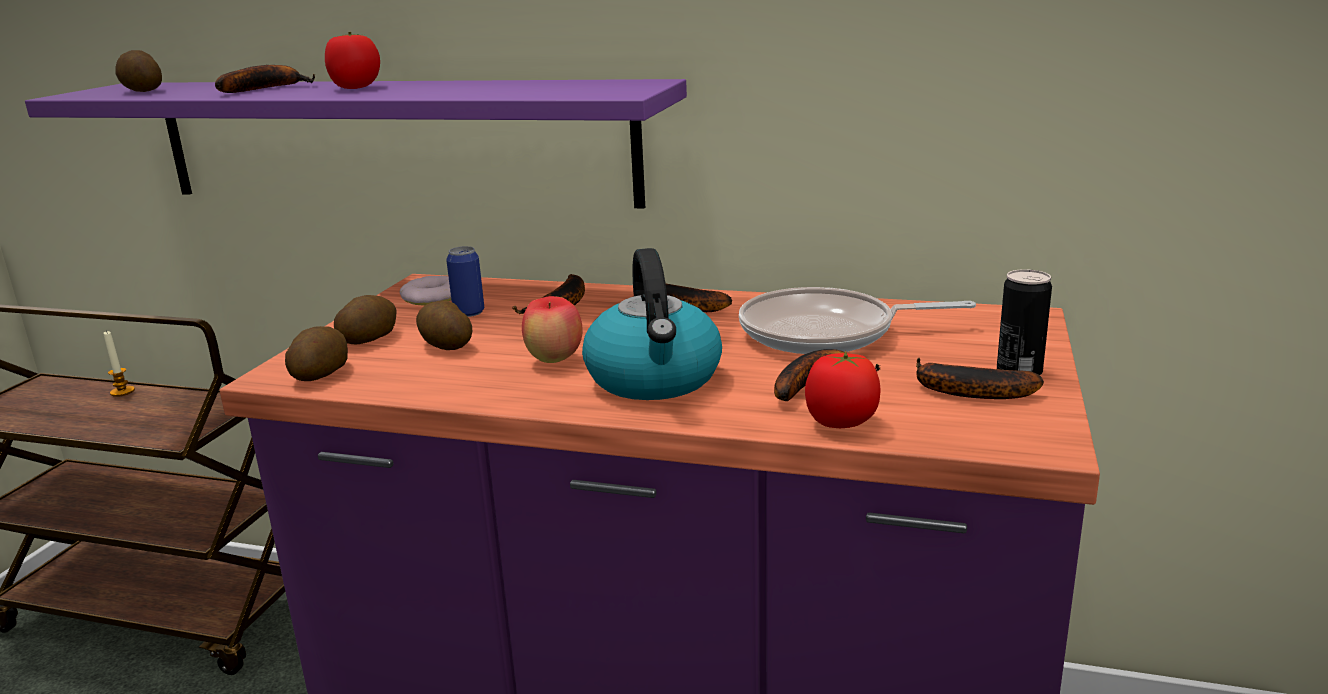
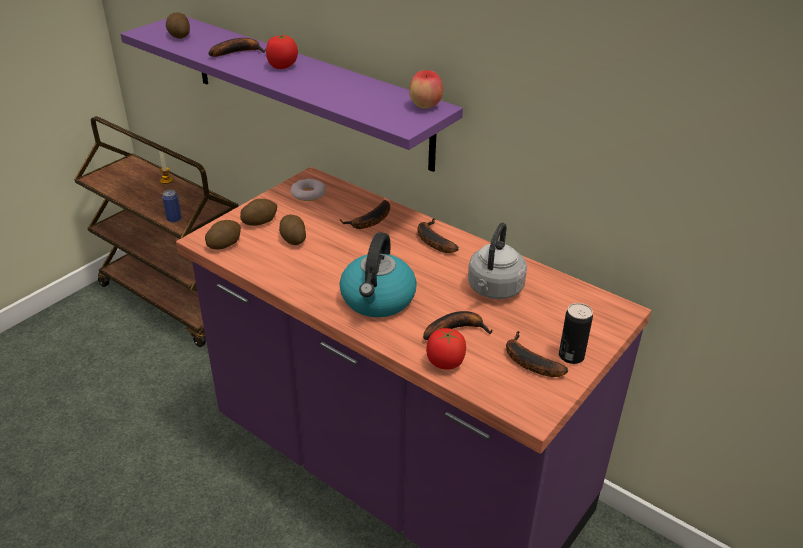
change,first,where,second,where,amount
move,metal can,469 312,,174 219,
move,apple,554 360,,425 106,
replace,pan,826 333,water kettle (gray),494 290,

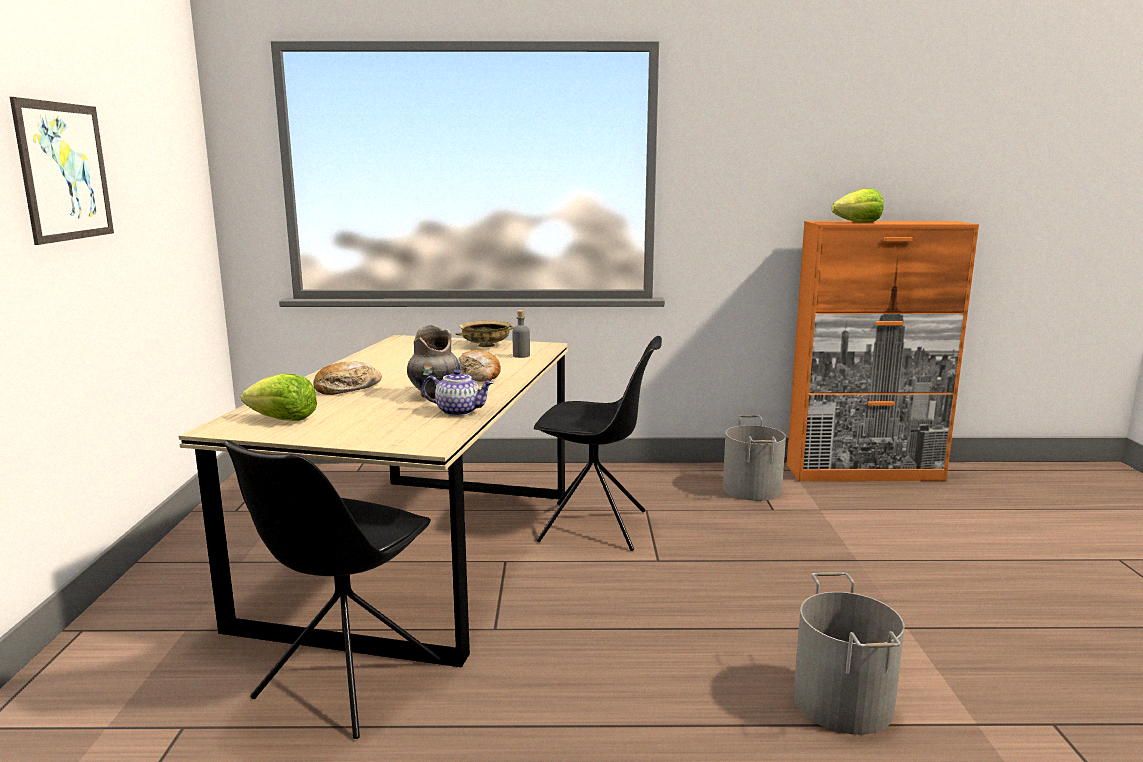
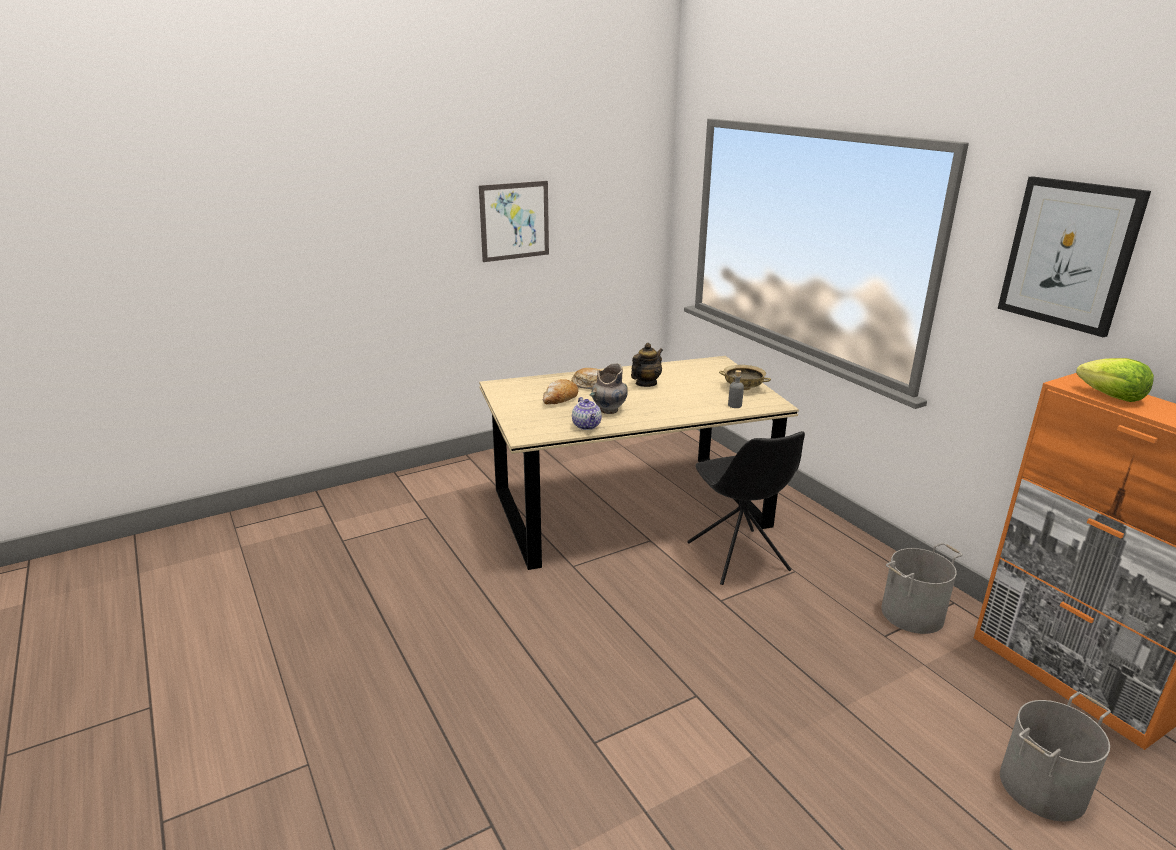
change,first,where,second,where,amount
delete,chair (blackish),347 682,,,
delete,lettuce head,283 419,,,
move,bakery bread,479 376,,560 399,
move,water bucket (gray),844 702,,1043 788,
insert,,,teapot,645 383,
insert,,,picture,1069 254,

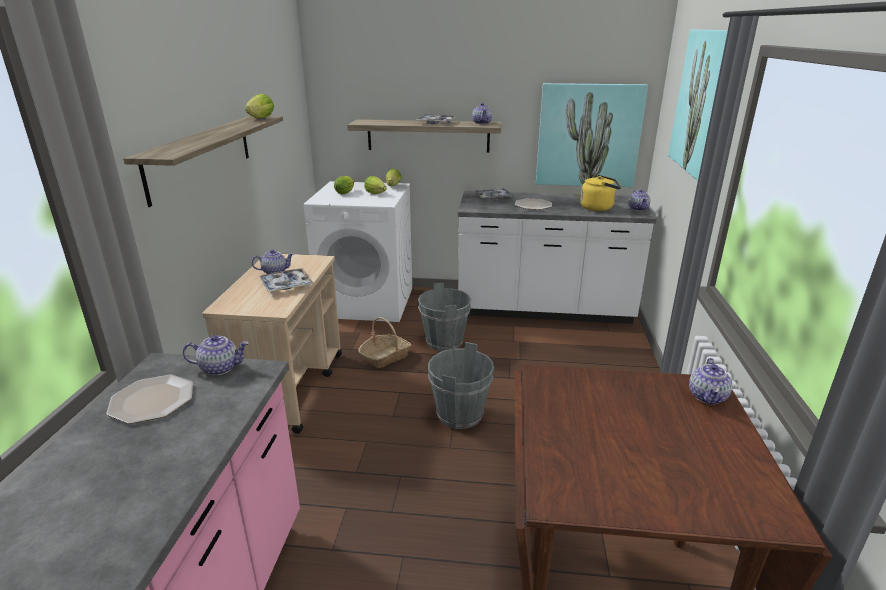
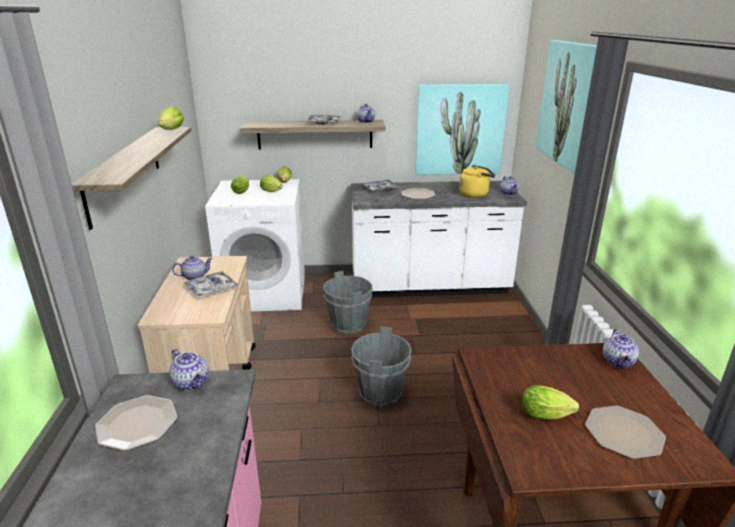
change,first,where,second,where,amount
rotate,teapot,220 368,,191 383,60 degrees clockwise
delete,household basket,385 357,,,
insert,,,lettuce head,548 415,
insert,,,dinner plate,624 432,

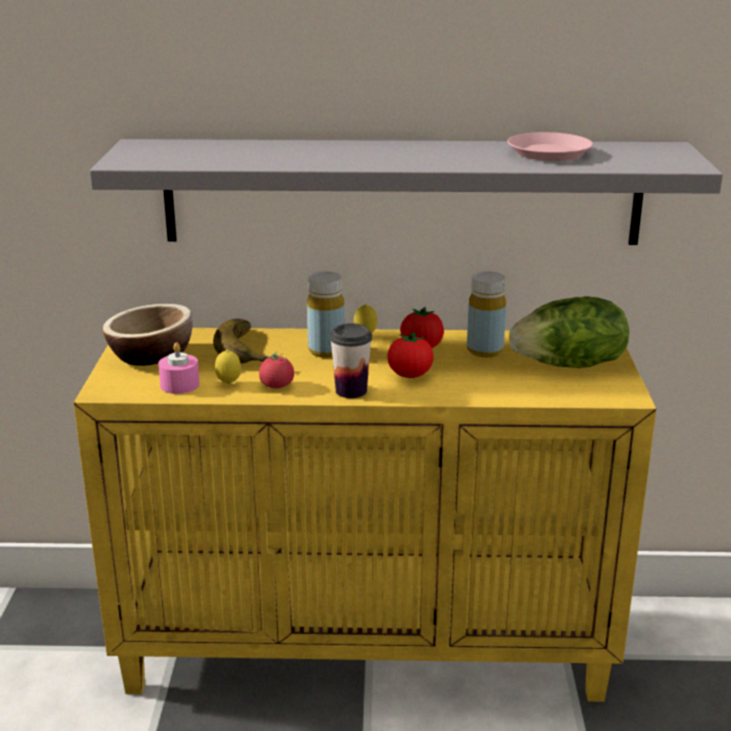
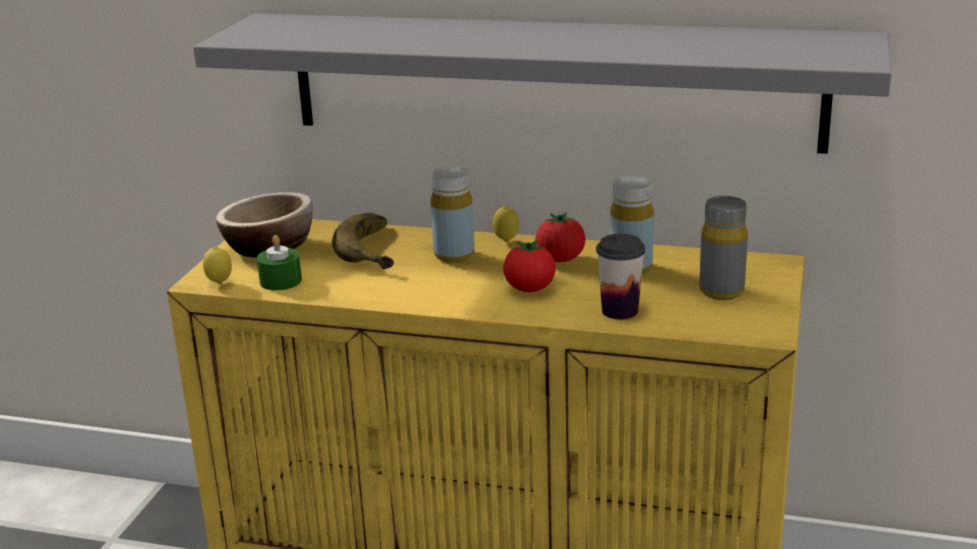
change,first,where,second,where,amount
recolor,wax light (pink-coloured),180 385,wax light (green),280 281,
move,citrus fruit,229 384,,219 283,
delete,tomato,277 386,,,
move,cup,351 391,,620 311,
delete,dinner plate (pink-coloured),549 153,,,
replace,lettuce head,570 365,drink bottle (gray),721 291,

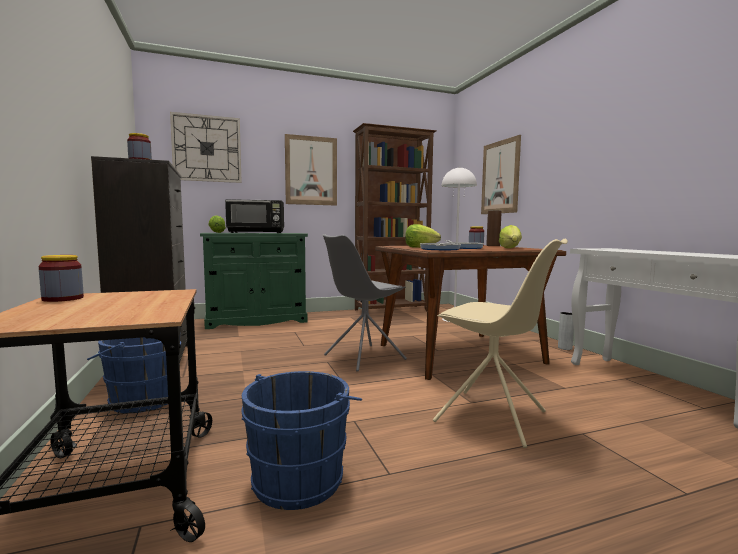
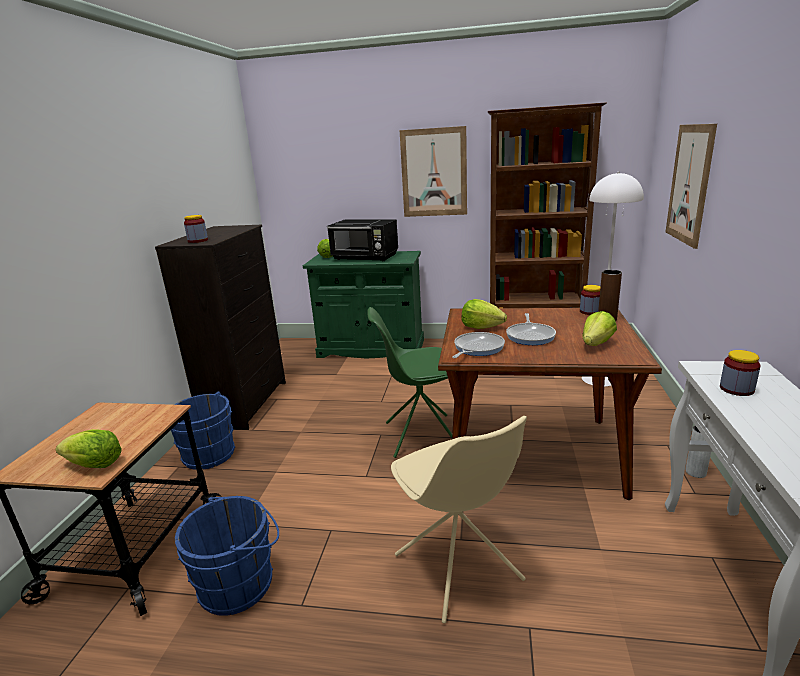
change,first,where,second,where,amount
move,jar,63 298,,736 389,
delete,clock on the wall,207 148,,,
recolor,chair (gray),363 357,chair (green),420 435,
insert,,,lettuce head,94 465,

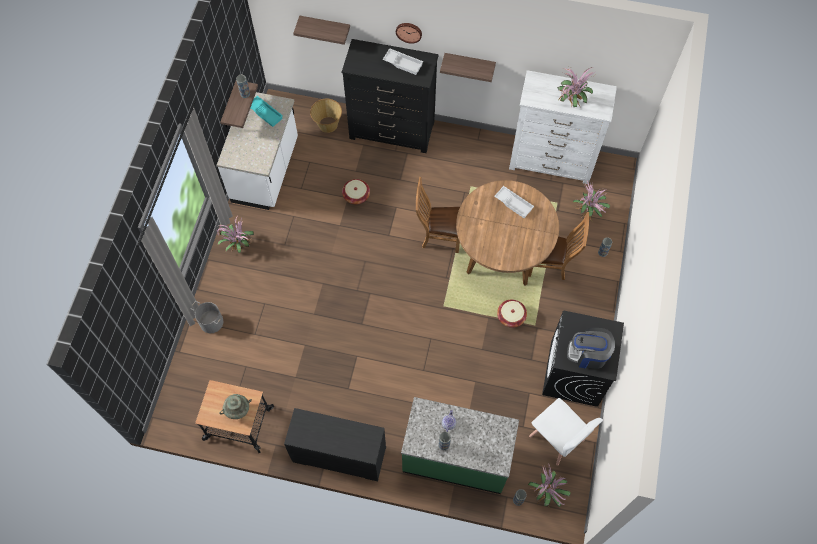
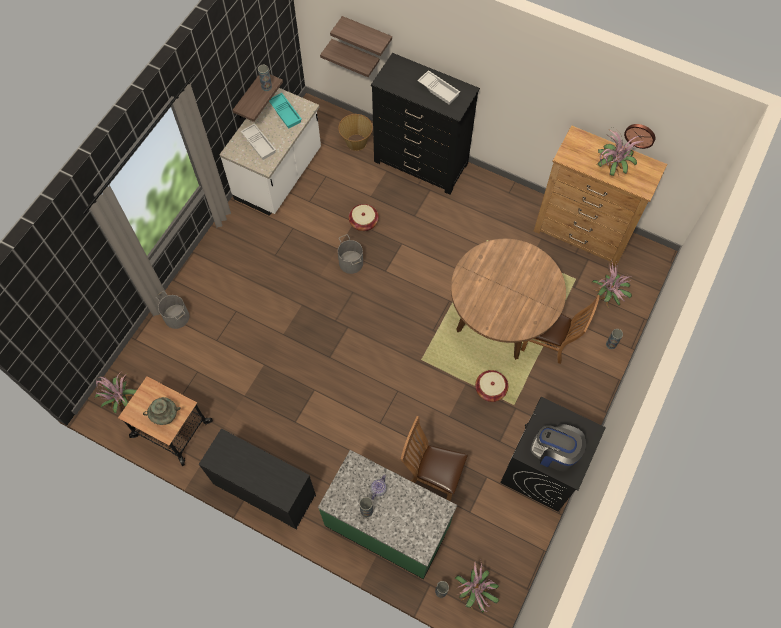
change,first,where,second,where,amount
move,houseplant,238 245,,121 400,
move,clock on the wall,409 32,,640 135,
move,chair (brownish),438 236,,431 475,
move,wall shelf,469 63,,355 55,
move,serving tray (white-coloured),514 203,,259 143,
recolor,dresser (white-coloured),551 160,dresser (brownish),582 232,
delete,chair (white-coloured),556 438,,,
insert,,,water bucket (gray),351 262,

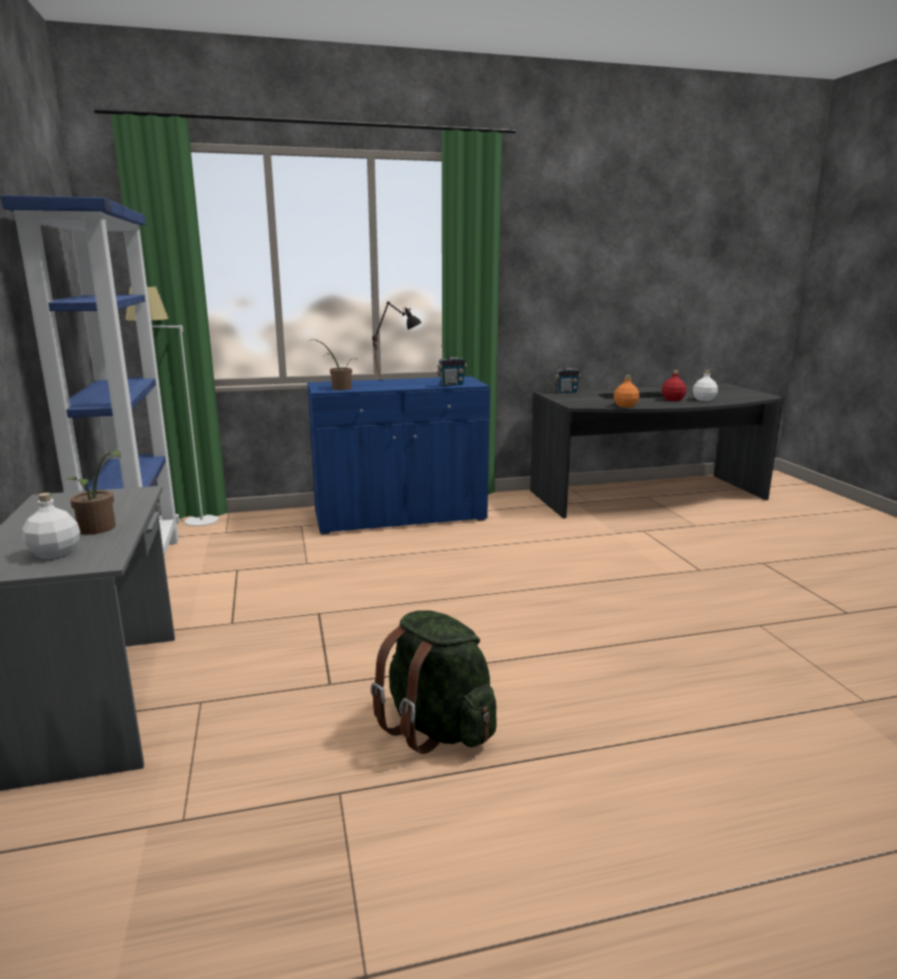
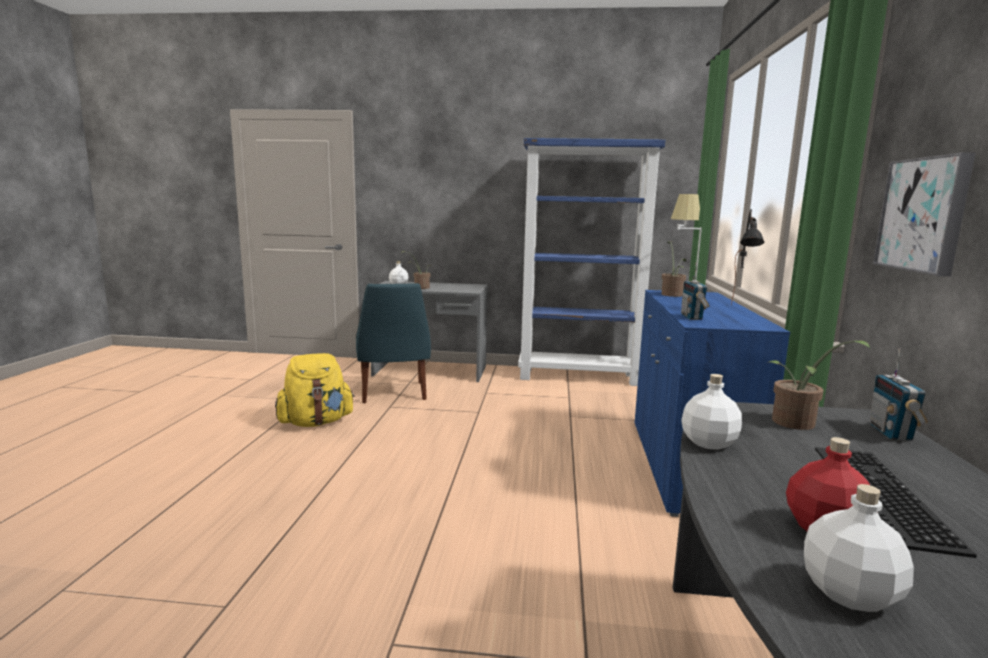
change,first,where,second,where,amount
recolor,knapsack (green),437 728,knapsack (yellow-coloured),316 422,
recolor,drink bottle (orangey),626 406,drink bottle (white-coloured),708 443,
insert,,,chair (blue-coloured),393 393,
insert,,,houseplant,797 424,
insert,,,picture,924 214,

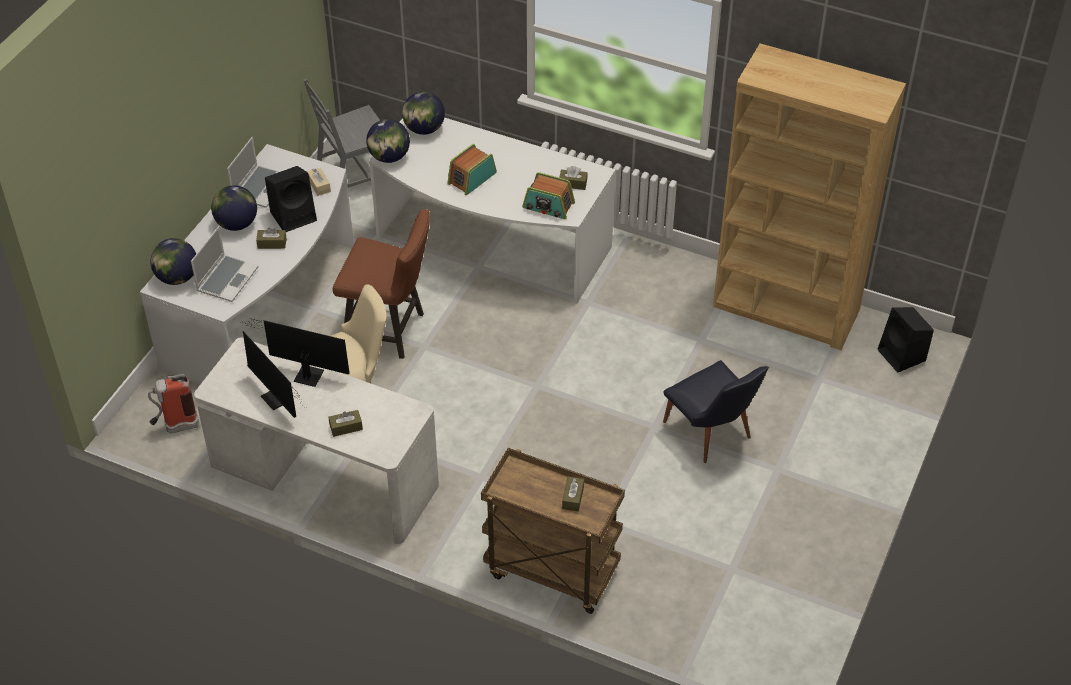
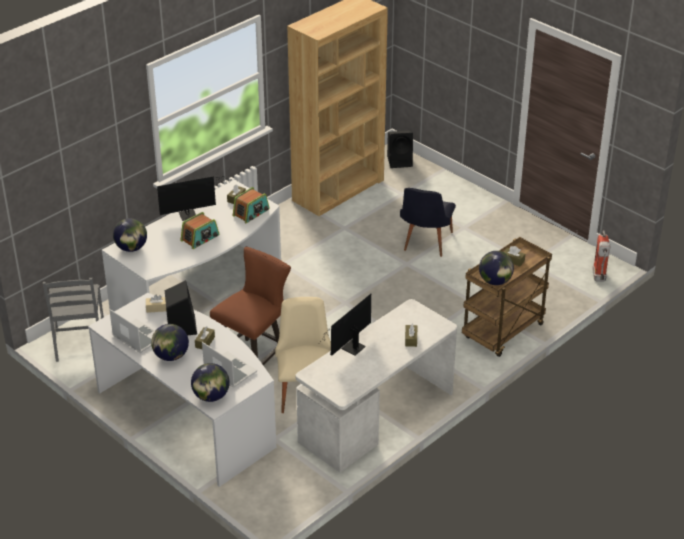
change,first,where,second,where,amount
move,extinguisher,175 427,,599 278,
move,monitor,278 401,,191 215,
move,globe,389 157,,495 281,
rotate,radio,471 178,,200 238,105 degrees counterclockwise
rotate,chair (blackish),712 435,,425 244,120 degrees clockwise

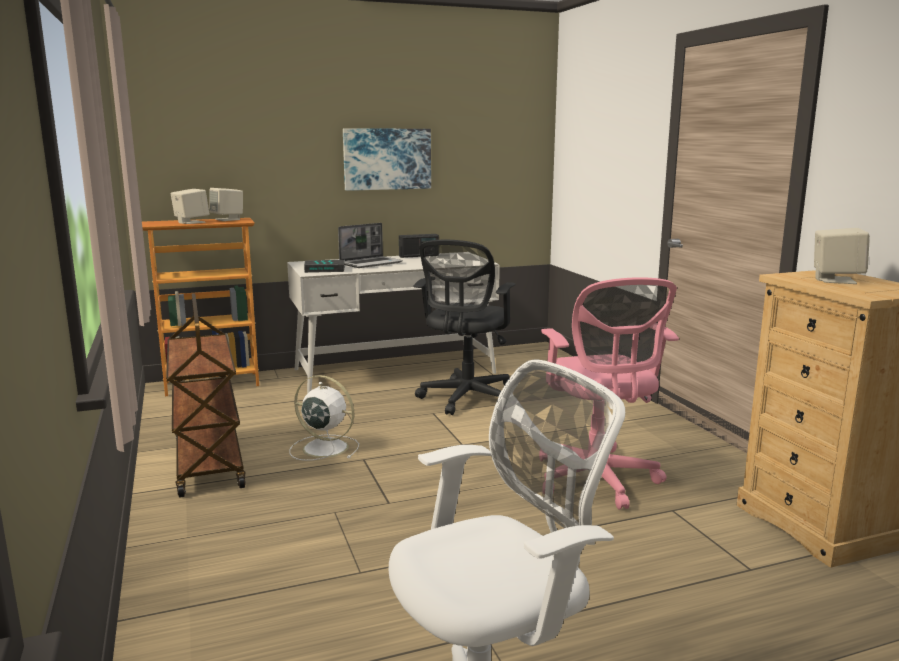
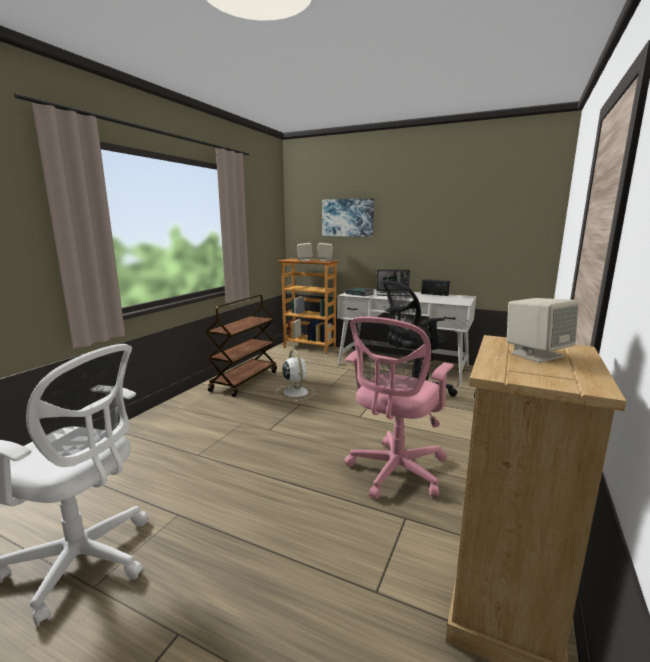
change,first,where,second,where,amount
move,picture,387 159,,348 218,

